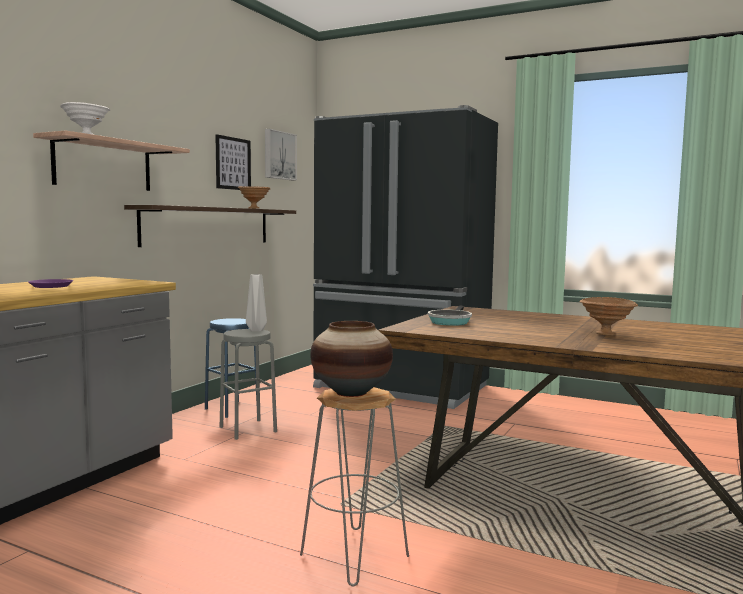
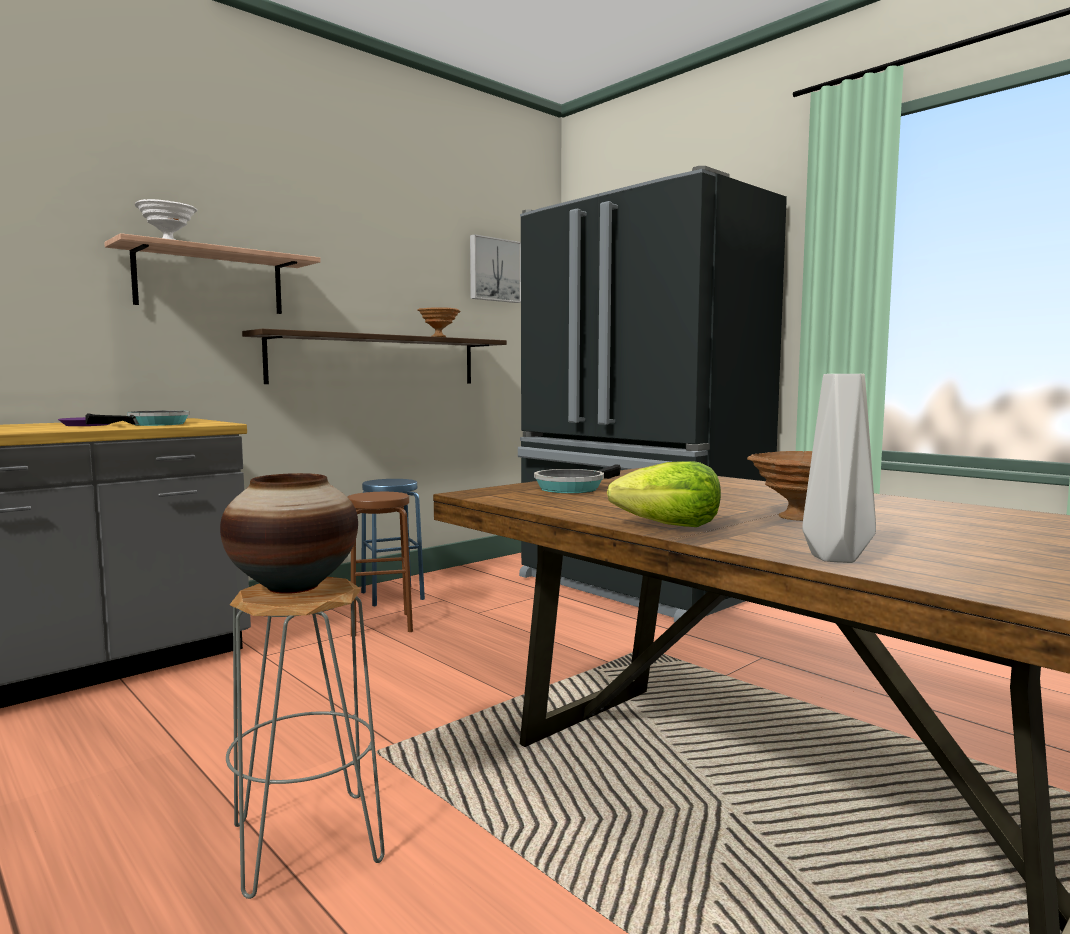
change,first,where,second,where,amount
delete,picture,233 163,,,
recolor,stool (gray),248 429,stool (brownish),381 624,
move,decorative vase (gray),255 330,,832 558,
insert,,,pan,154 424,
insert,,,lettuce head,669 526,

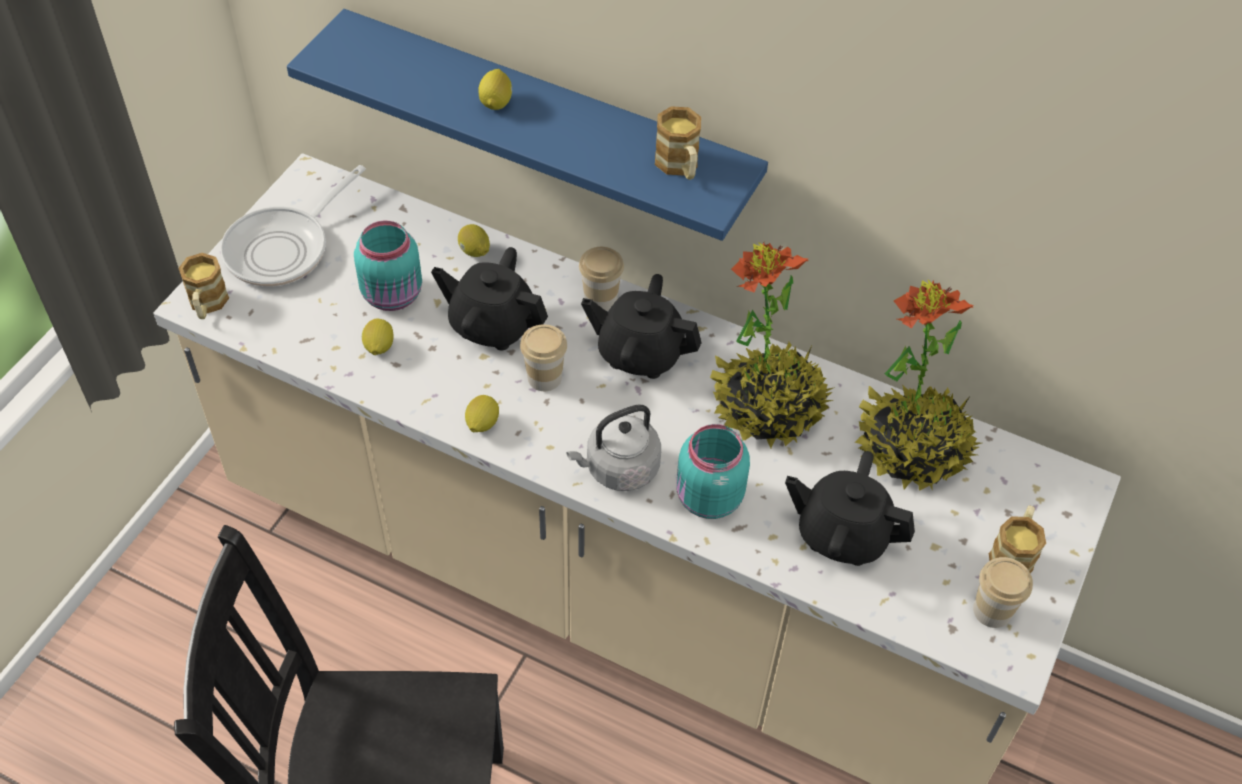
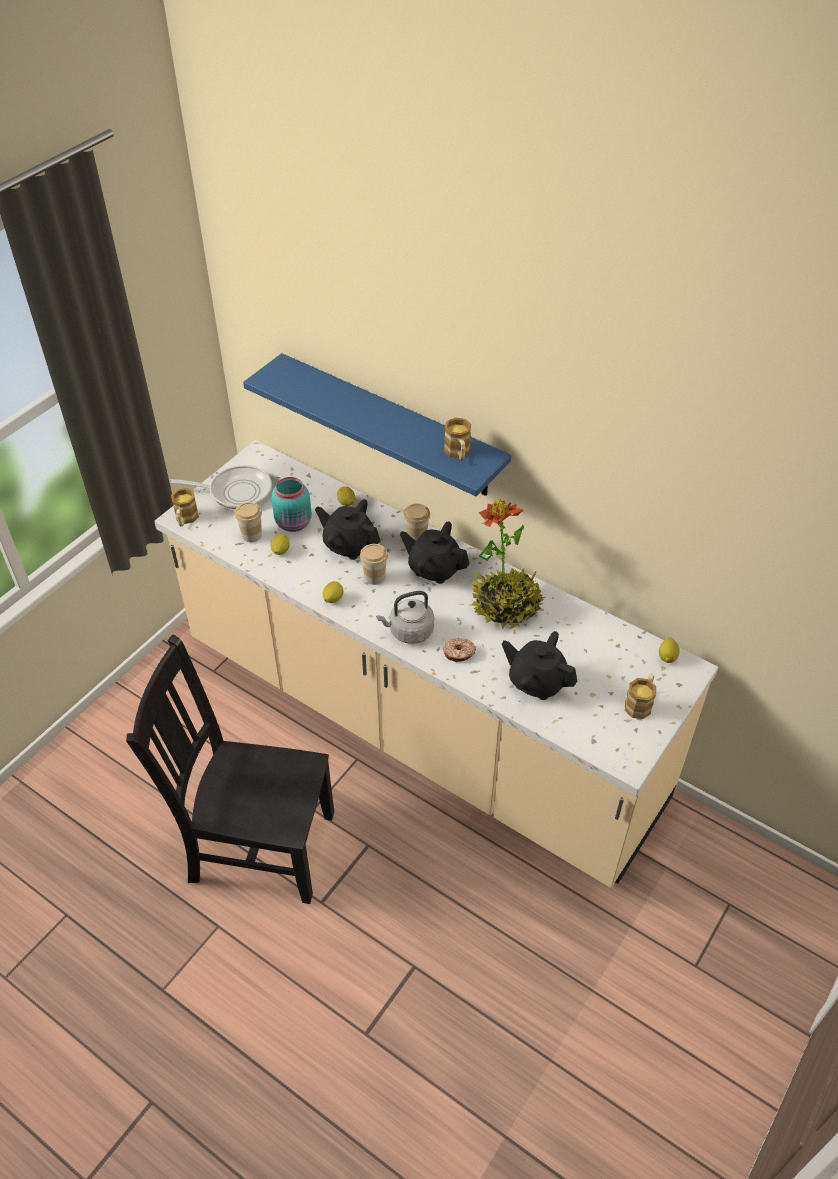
change,first,where,second,where,amount
rotate,pan,284 248,,235 492,135 degrees counterclockwise
move,citrus fruit,496 102,,667 657,
replace,jar (turquoise-coloured),707 498,ring doughnut,459 653,
delete,houseplant,912 448,,,
move,cup,992 610,,251 535,

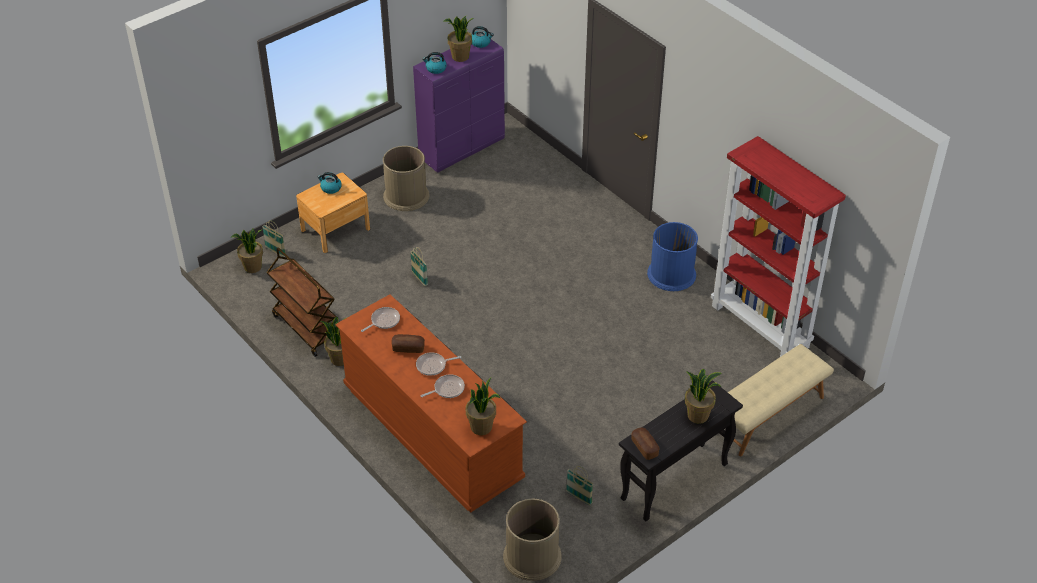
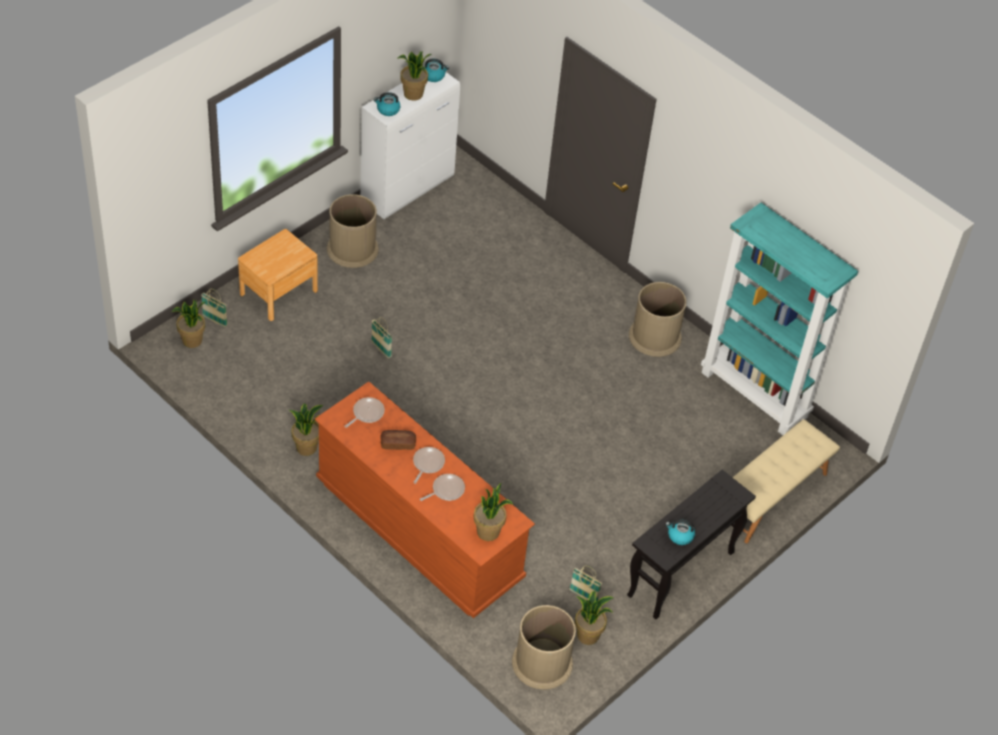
change,first,where,second,where,amount
delete,trolley (brownish),306 328,,,
move,water kettle,330 188,,680 536,
recolor,cabinet (purple-coloured),462 149,cabinet (white-coloured),408 189,
rotate,pan,433 366,,427 464,135 degrees clockwise
delete,bakery bread,644 447,,,
recolor,rubbish bin (blue-coloured),671 274,rubbish bin (brownish),654 336,
move,houseplant,698 415,,588 635,
recolor,bookcase (red),761 326,bookcase (turquoise-coloured),755 395,

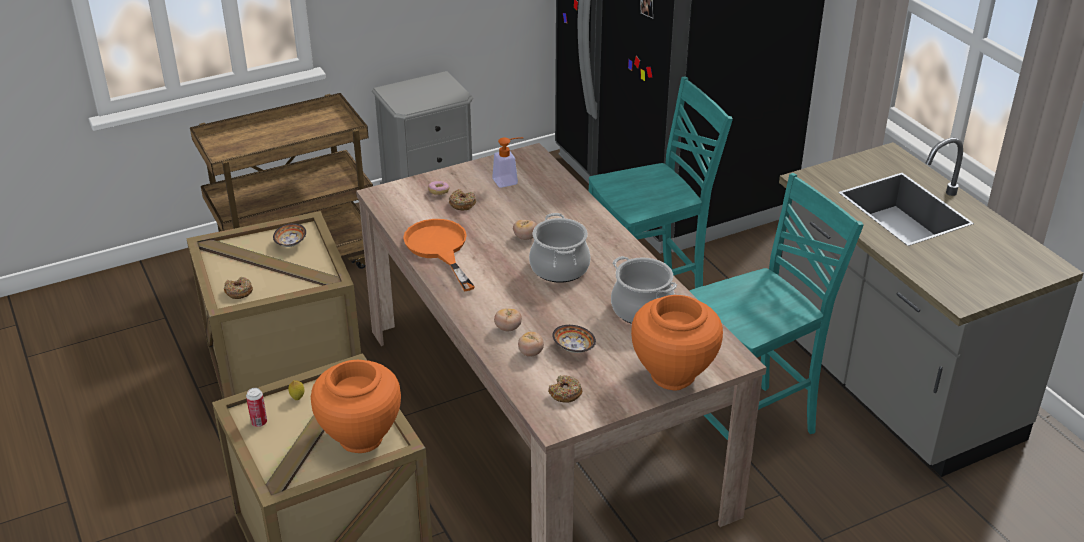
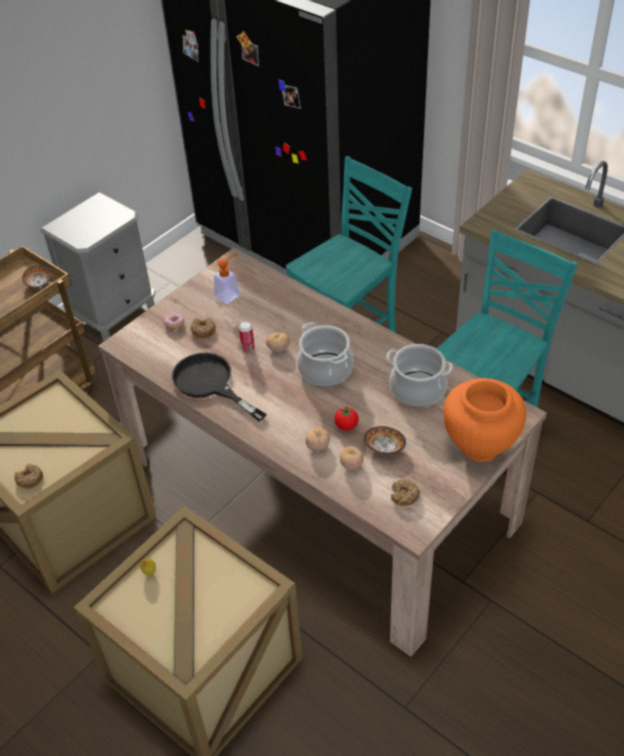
change,first,where,second,where,amount
move,metal can,259 422,,248 349,
move,deep dish,290 243,,38 284,
delete,decorative vase (orangey),360 438,,,
recolor,pan (orangey),439 249,pan (blackish),210 384,
insert,,,tomato,346 426,

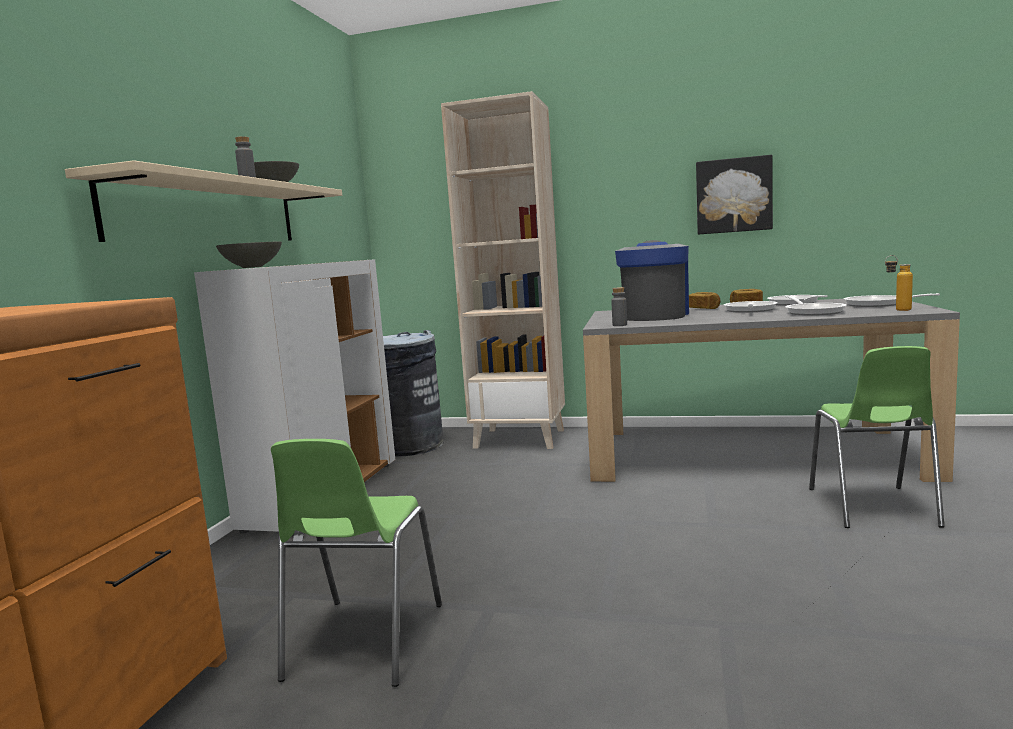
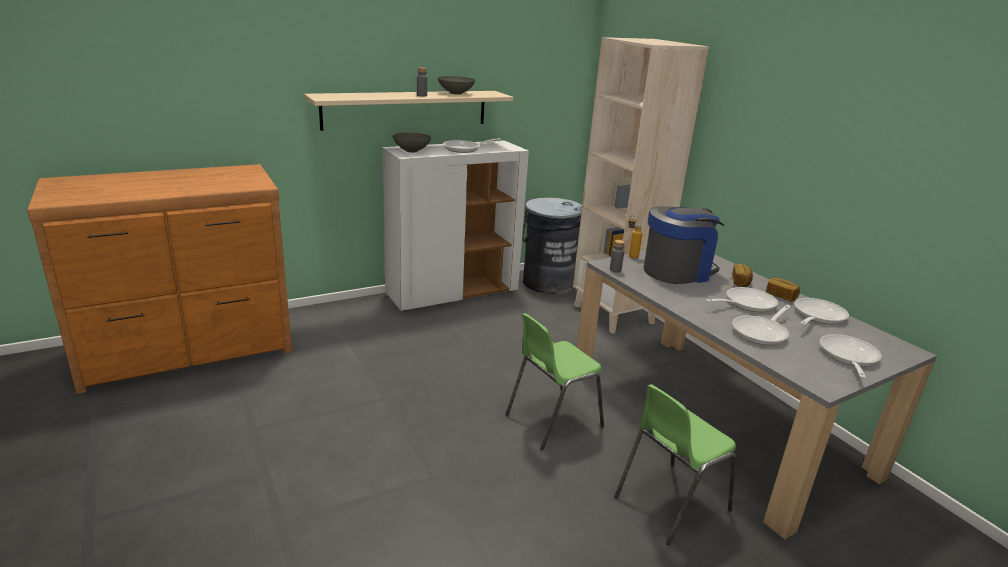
change,first,where,second,where,amount
move,chair (green),363 641,,552 421,
delete,picture,733 195,,,
move,drink bottle,897 310,,630 255,
insert,,,pan,465 149,

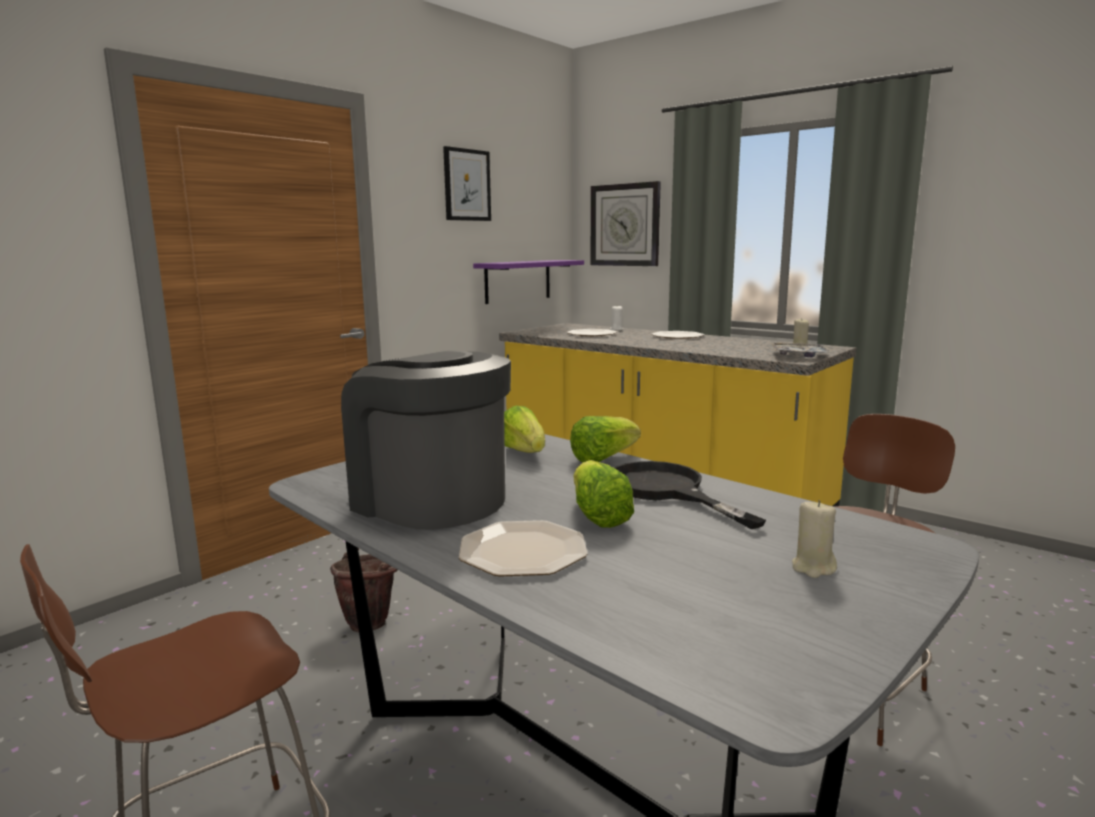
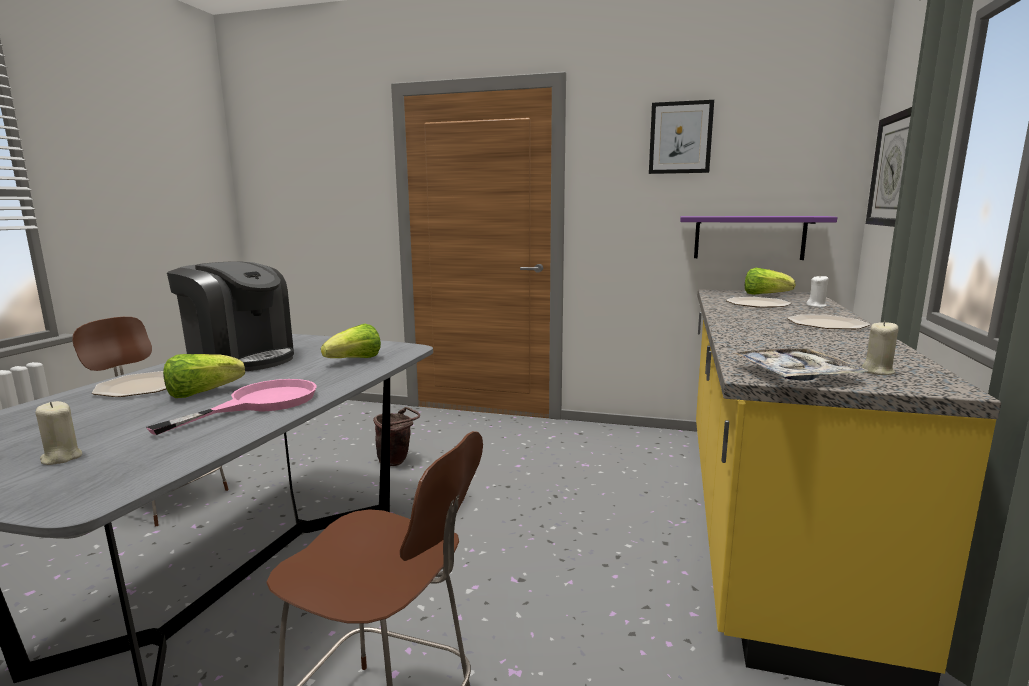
change,first,where,second,where,amount
rotate,coffee brewer,430 500,,241 359,105 degrees clockwise
move,lettuce head,603 458,,765 295,
recolor,pan (blackish),666 491,pan (pink-coloured),260 403,

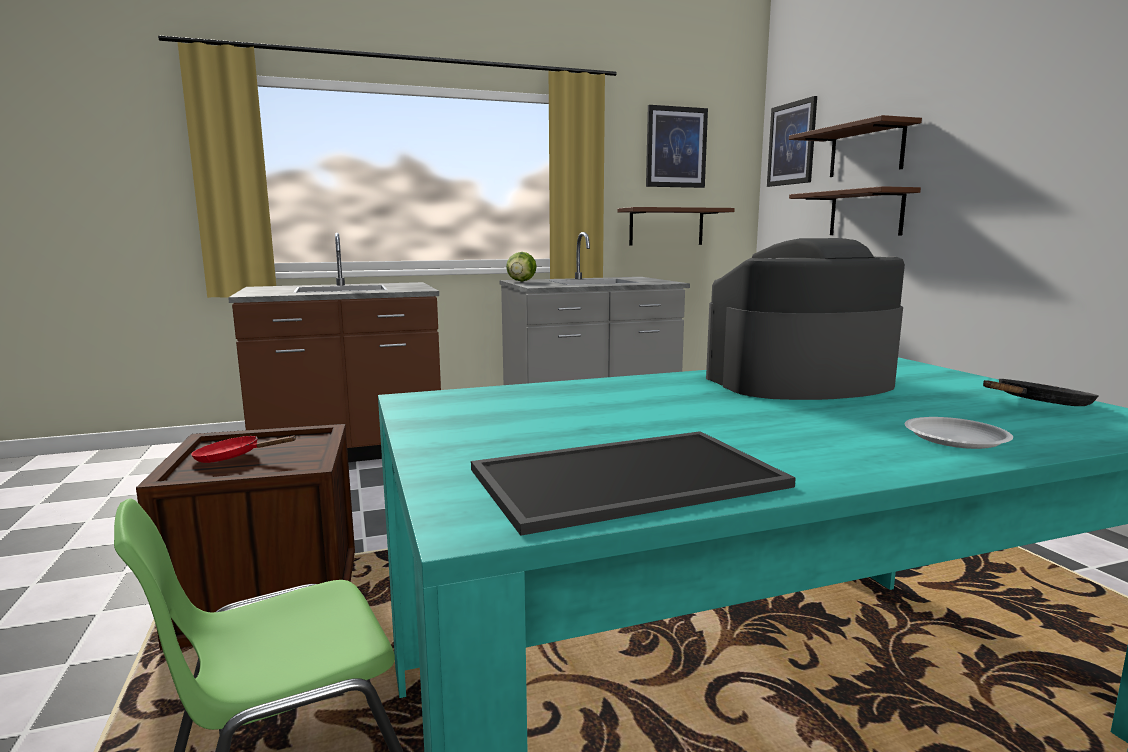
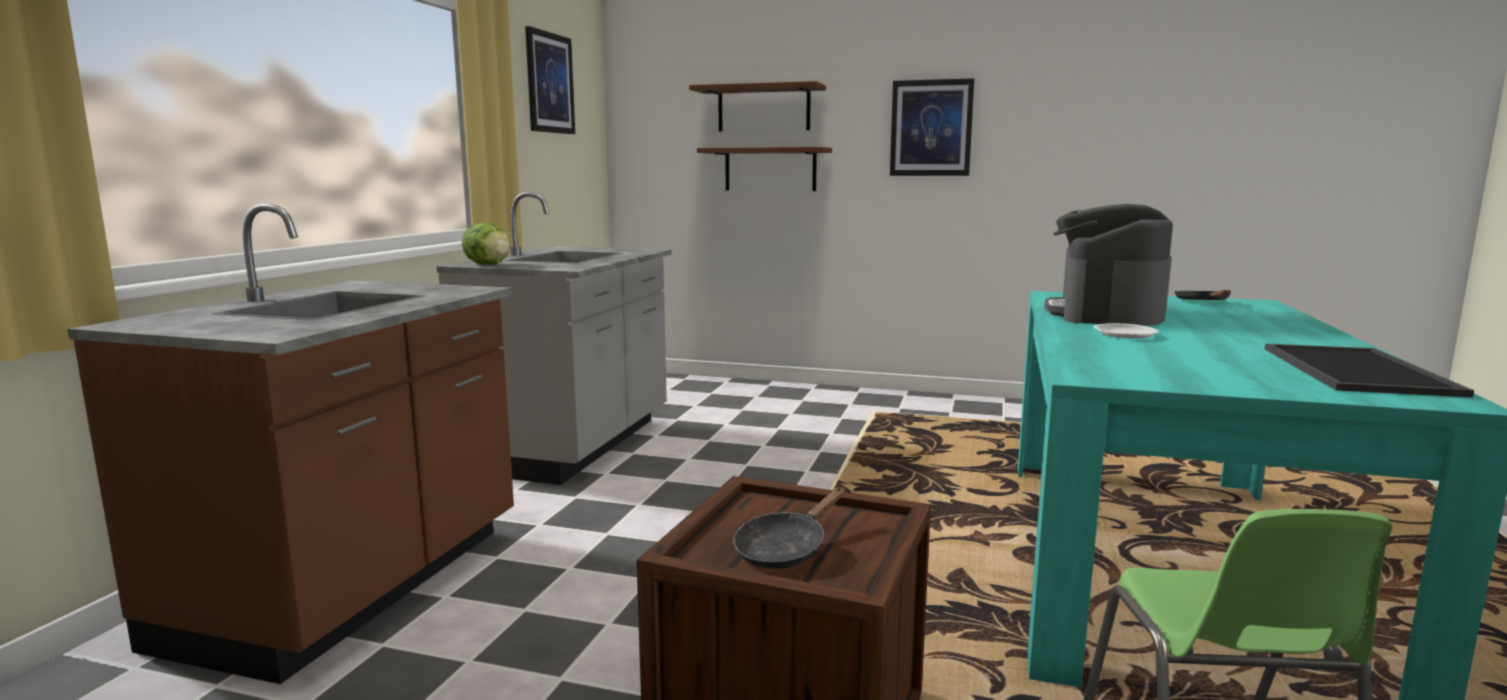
change,first,where,second,where,amount
recolor,pan (red),234 458,pan (blackish),785 549,
delete,wall shelf (brownish),666 227,,,
move,picture,792 144,,931 128,
move,dinner plate (white-coloured),956 438,,1125 334,

